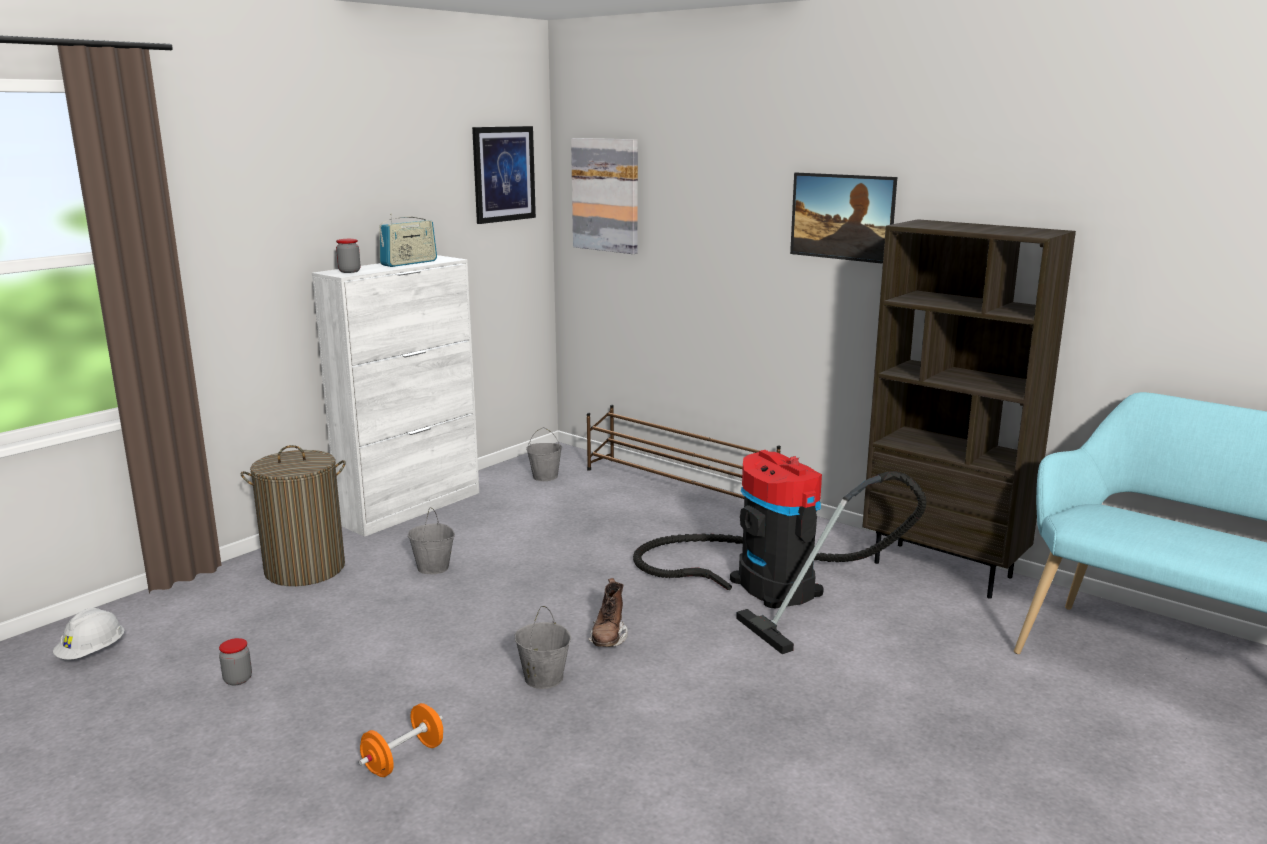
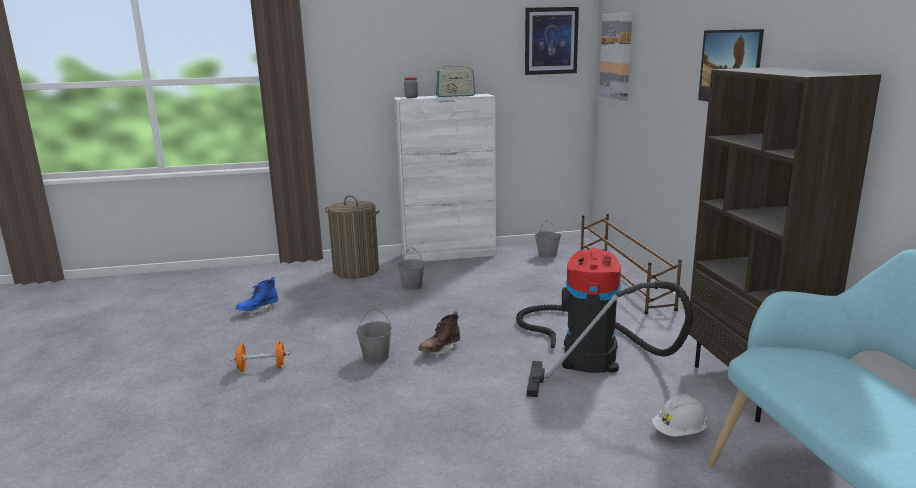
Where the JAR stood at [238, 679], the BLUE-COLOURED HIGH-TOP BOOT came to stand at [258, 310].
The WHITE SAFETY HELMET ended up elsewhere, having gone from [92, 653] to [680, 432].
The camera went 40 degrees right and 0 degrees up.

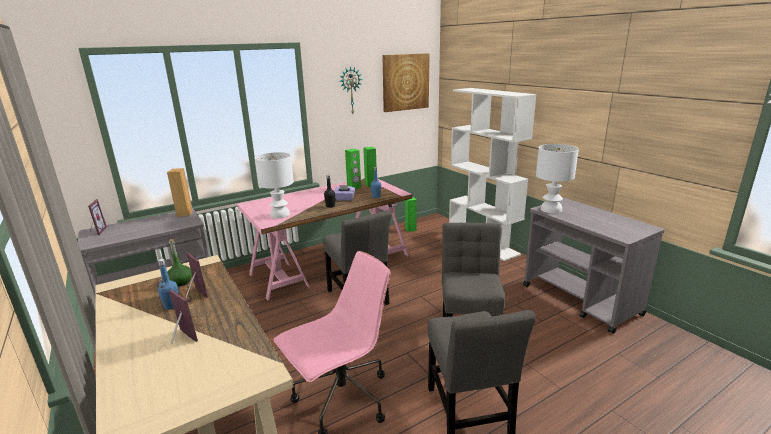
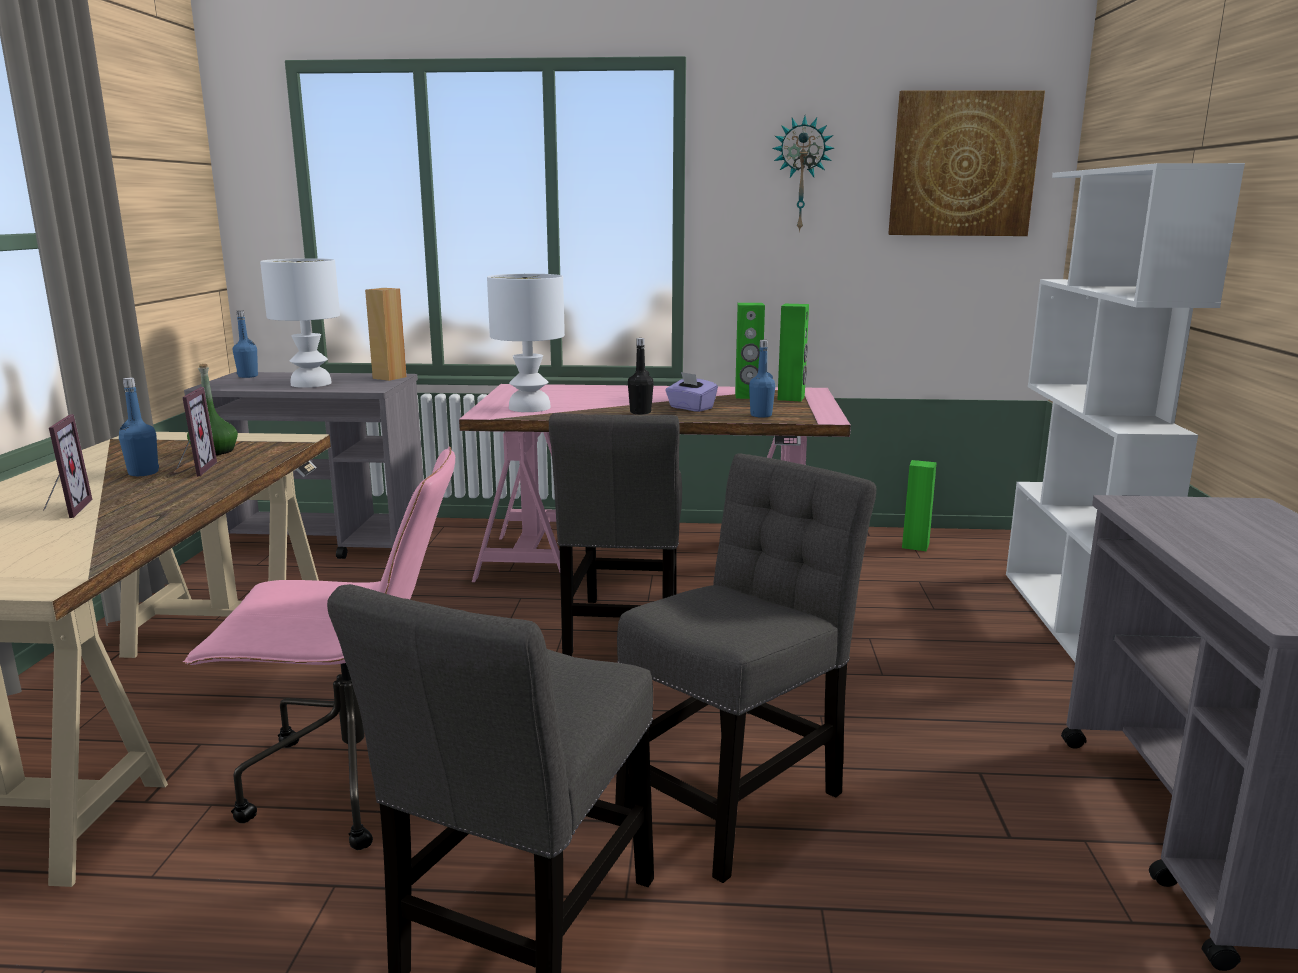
Where the PICTURE FRAME stood at [96, 231], the BLUE-COLOURED BEVERAGE BOTTLE came to stand at [248, 376].
The WHITE TABLETOP LAMP ended up elsewhere, having gone from [550, 210] to [310, 384].
The camera went 35 degrees right and 5 degrees down.

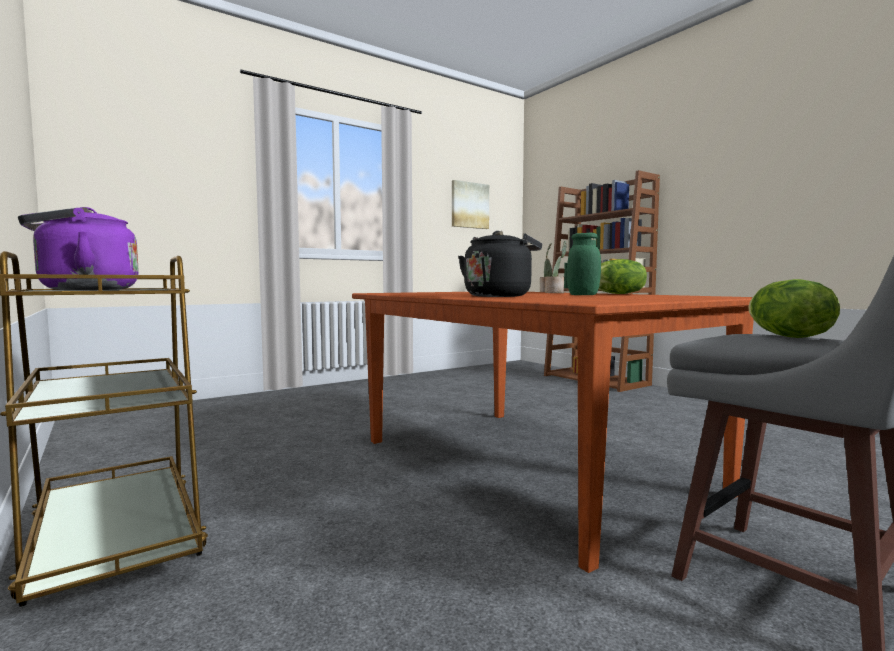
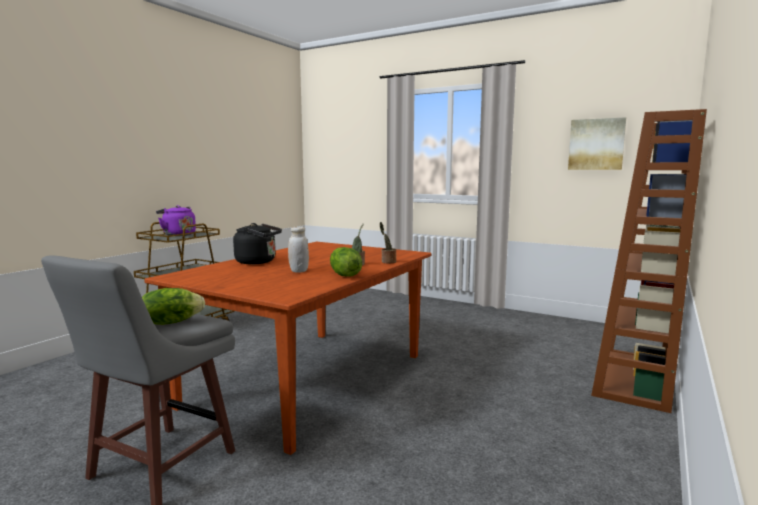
What was the GREEN-COLOURED JAR at [583, 295] turned into the WHITE JAR at [299, 271].
The camera went 65 degrees right and 5 degrees up.

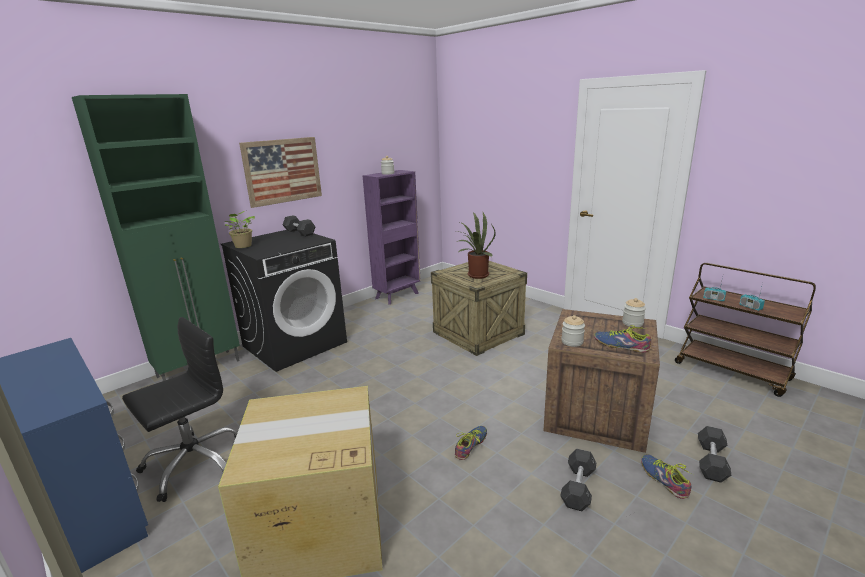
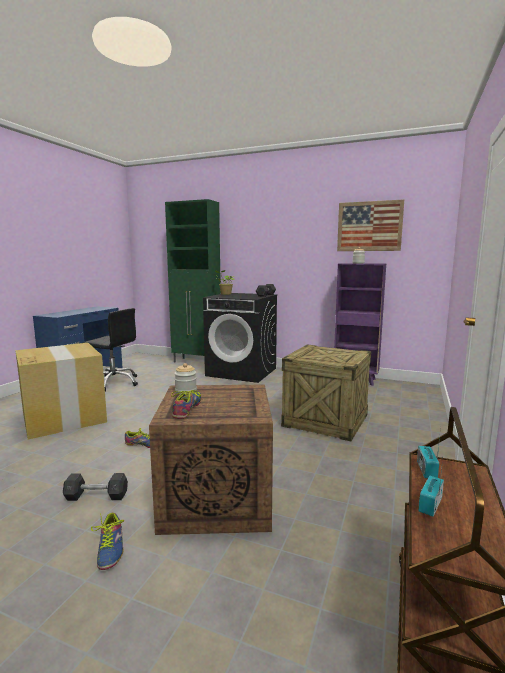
The SHOE at [663, 479] ended up facing another way, 120 degrees clockwise from before.
The WALL PICTURE ended up elsewhere, having gone from [282, 171] to [369, 226].
The second view lost the PLANT IN A POT at [475, 275].
The second view lost the JAR at [632, 323].
The second view lost the GRAY DUMBBELL at [711, 462].
The camera went 65 degrees right and 10 degrees down.

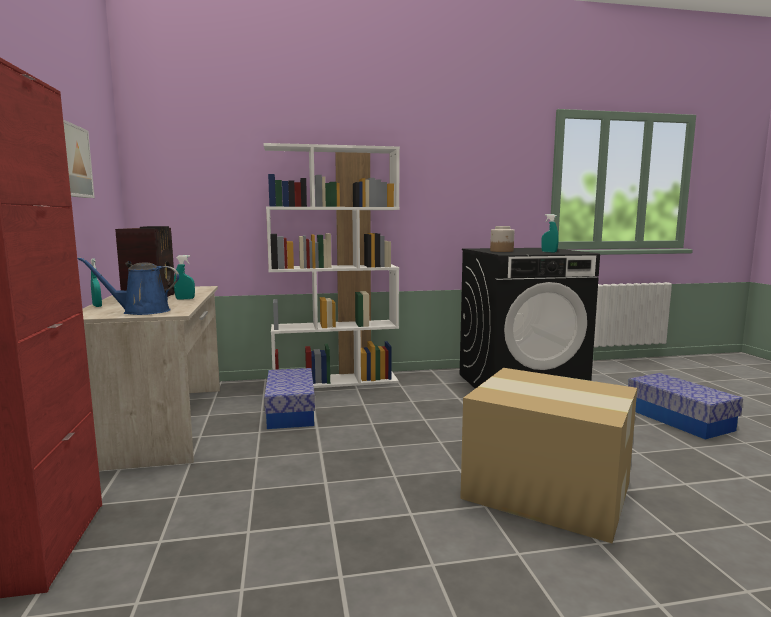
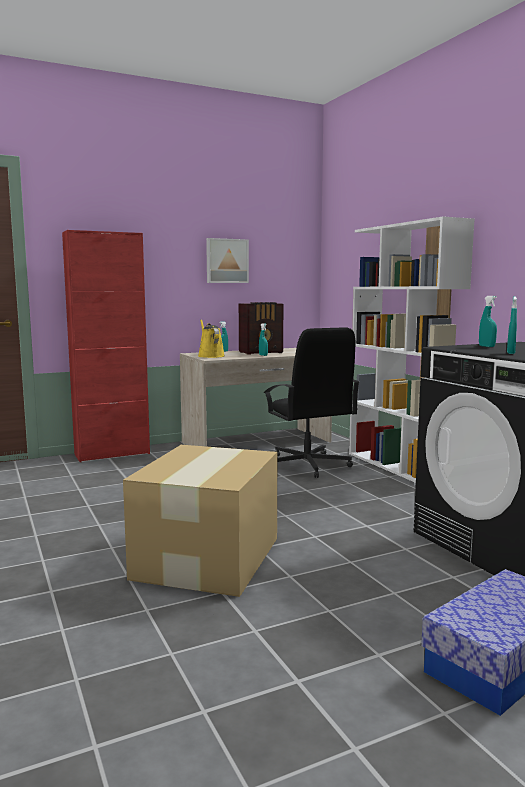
What was the BLUE-COLOURED WATERING POT at [141, 311] turned into the YELLOWISH WATERING POT at [210, 356].
Where the STORAGE BOX stood at [290, 411], the BLACK-COLOURED COMPUTER CHAIR came to stand at [307, 465].
Where the JAR stood at [502, 251], the BLUE-GREEN HAND SPRAYER came to stand at [486, 346].
The camera went 75 degrees right and 0 degrees up.

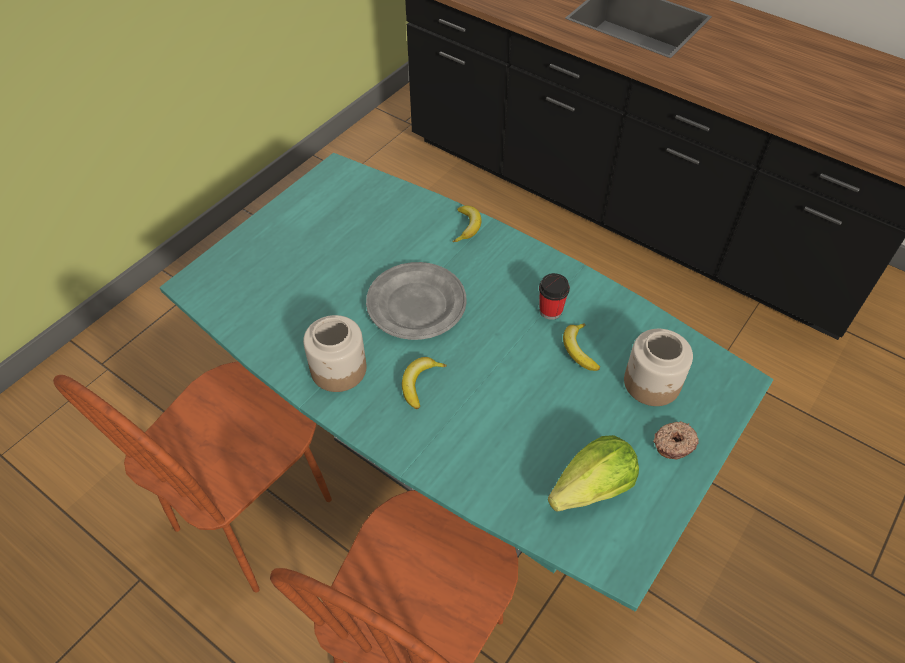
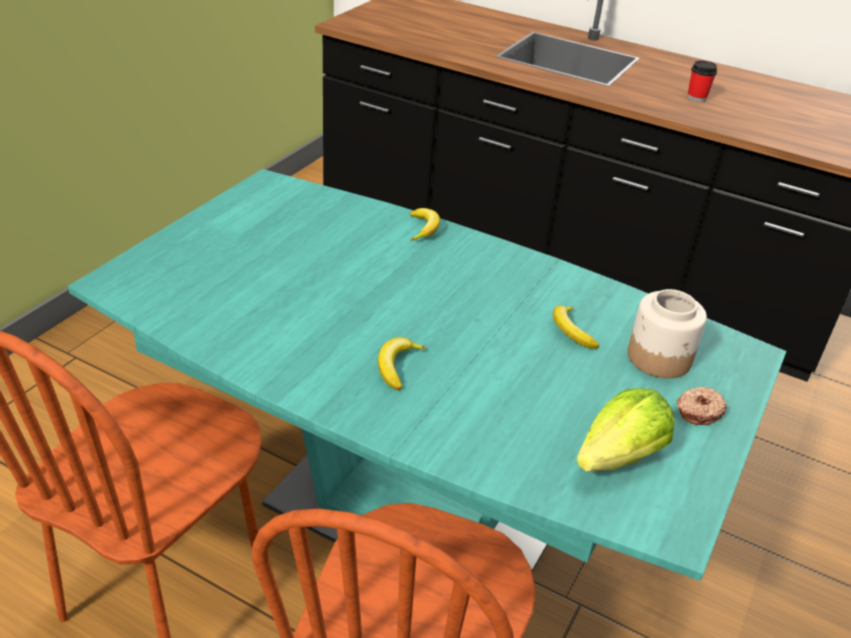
The DRINKING CUP ended up elsewhere, having gone from [550, 310] to [696, 98].
The second view lost the JAR at [339, 369].
The second view lost the GRAY PLATE at [415, 304].
The camera went 10 degrees left and 15 degrees down.

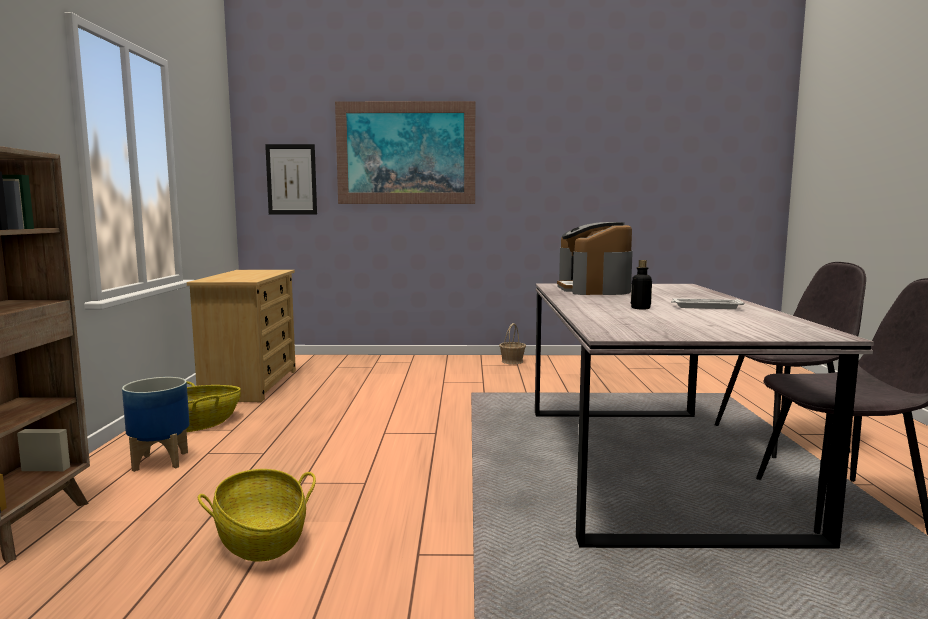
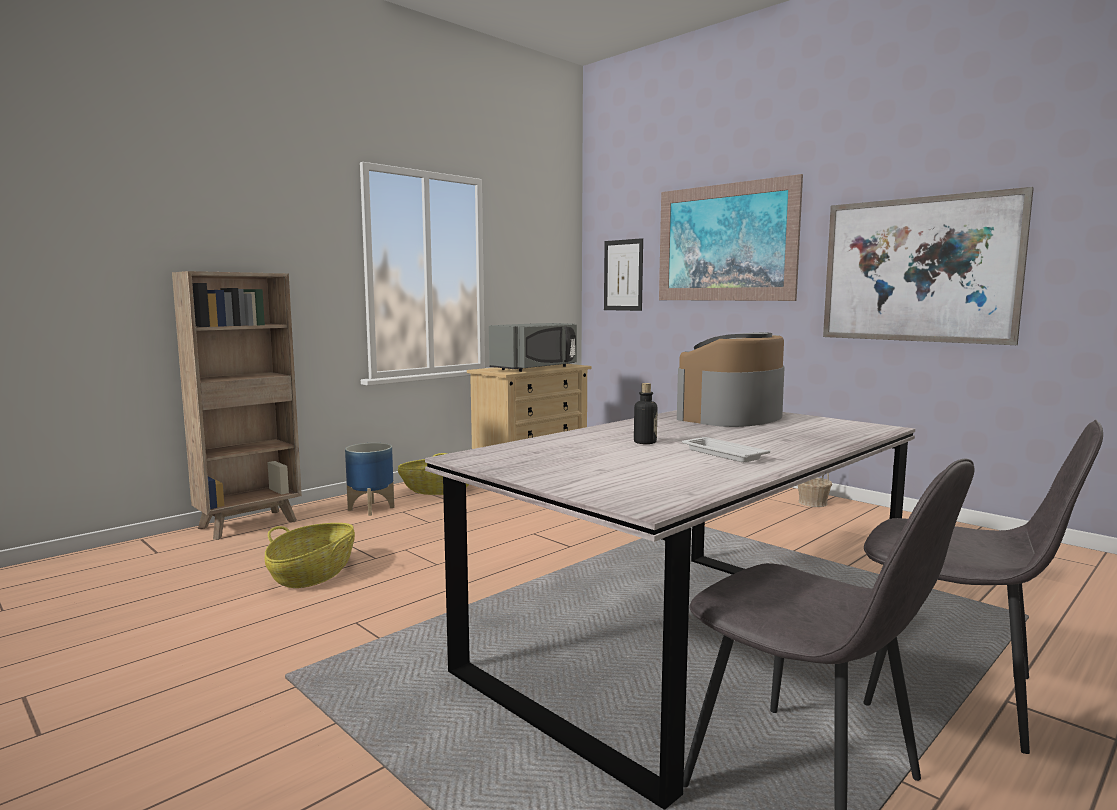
The second view gained the GRAY MICROWAVE at [536, 368].
The second view gained the WALL PICTURE at [917, 270].
The camera went 45 degrees right and 0 degrees up.

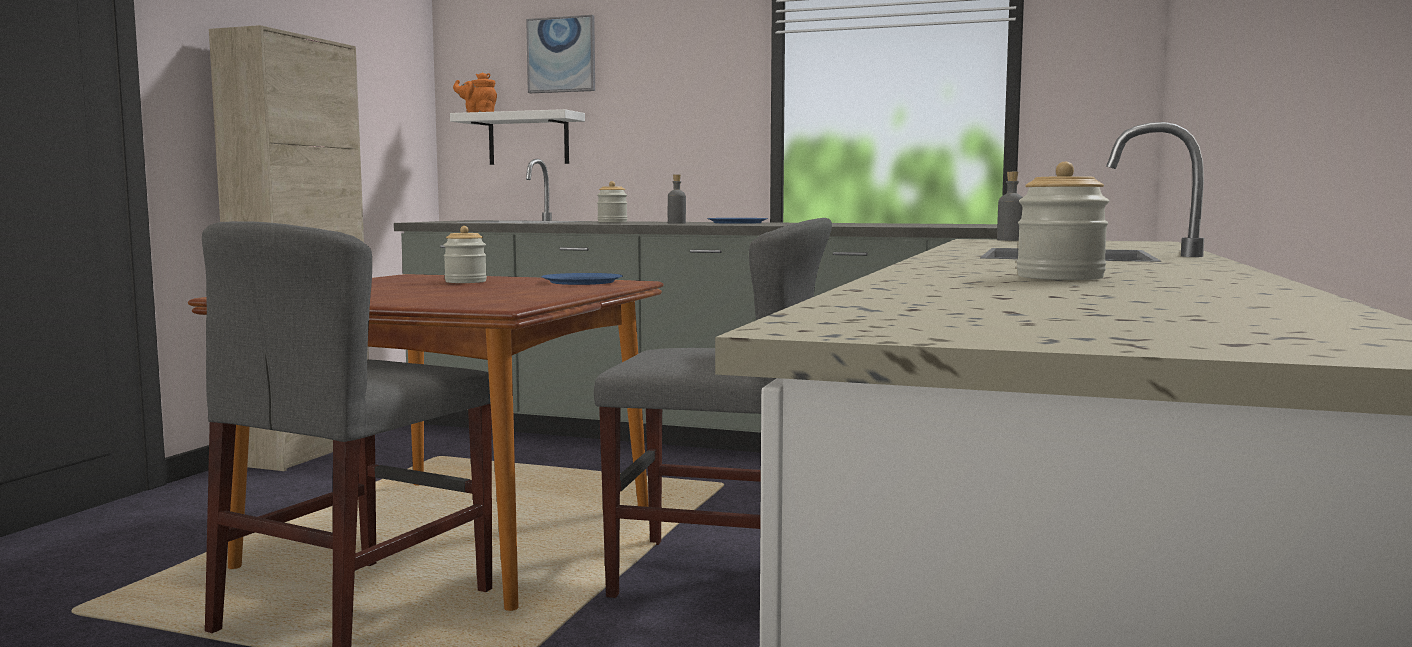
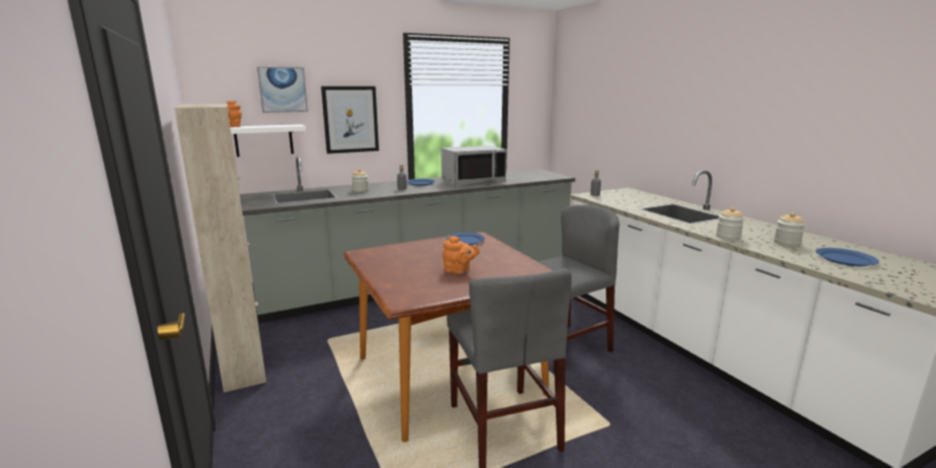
The second view gained the WALL PICTURE at [350, 119].
The second view gained the GRAY MICROWAVE at [473, 182].
The second view gained the ORANGE-COLOURED TEA POT at [459, 271].
The JAR ended up elsewhere, having gone from [465, 282] to [728, 237].
The second view gained the BLUE-COLOURED PLATE at [846, 259].
The camera went 45 degrees left and 10 degrees up.

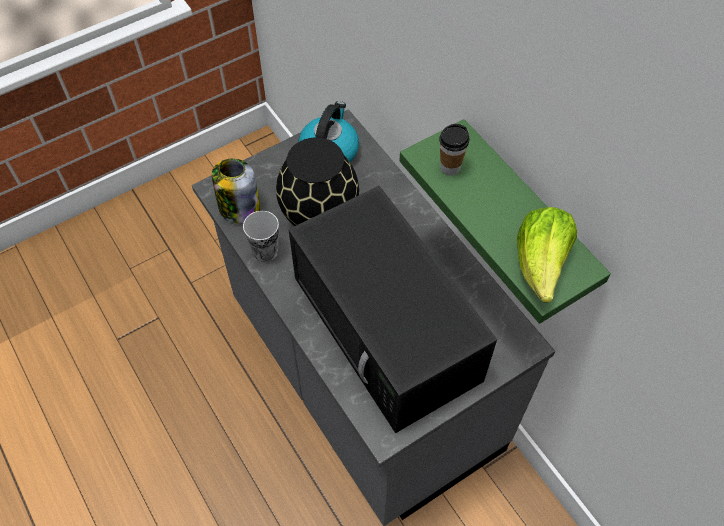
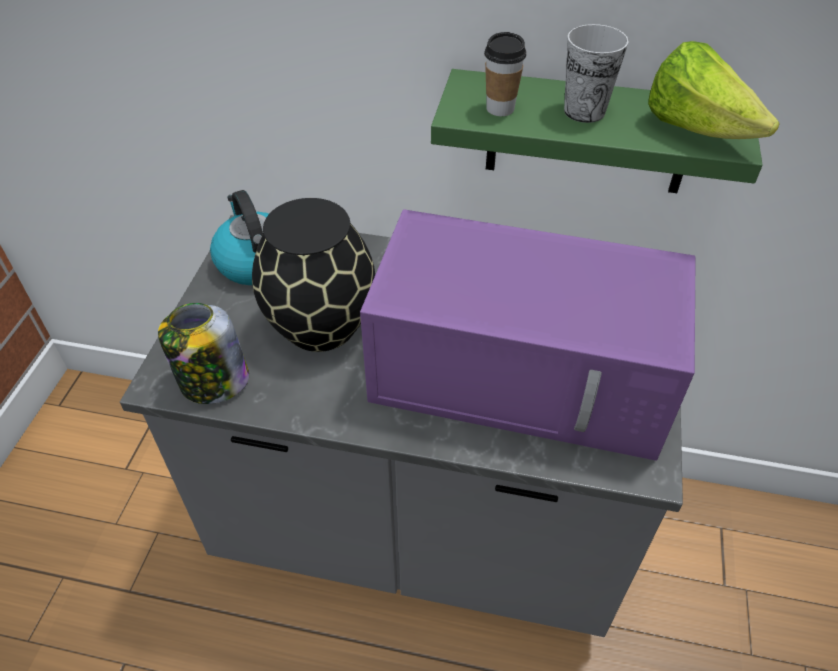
What was the BLACK-COLOURED MICROWAVE at [388, 329] turned into the PURPLE MICROWAVE at [524, 373].
The DRINKING CUP ended up elsewhere, having gone from [265, 251] to [584, 111].
The camera went 45 degrees left and 10 degrees down.

